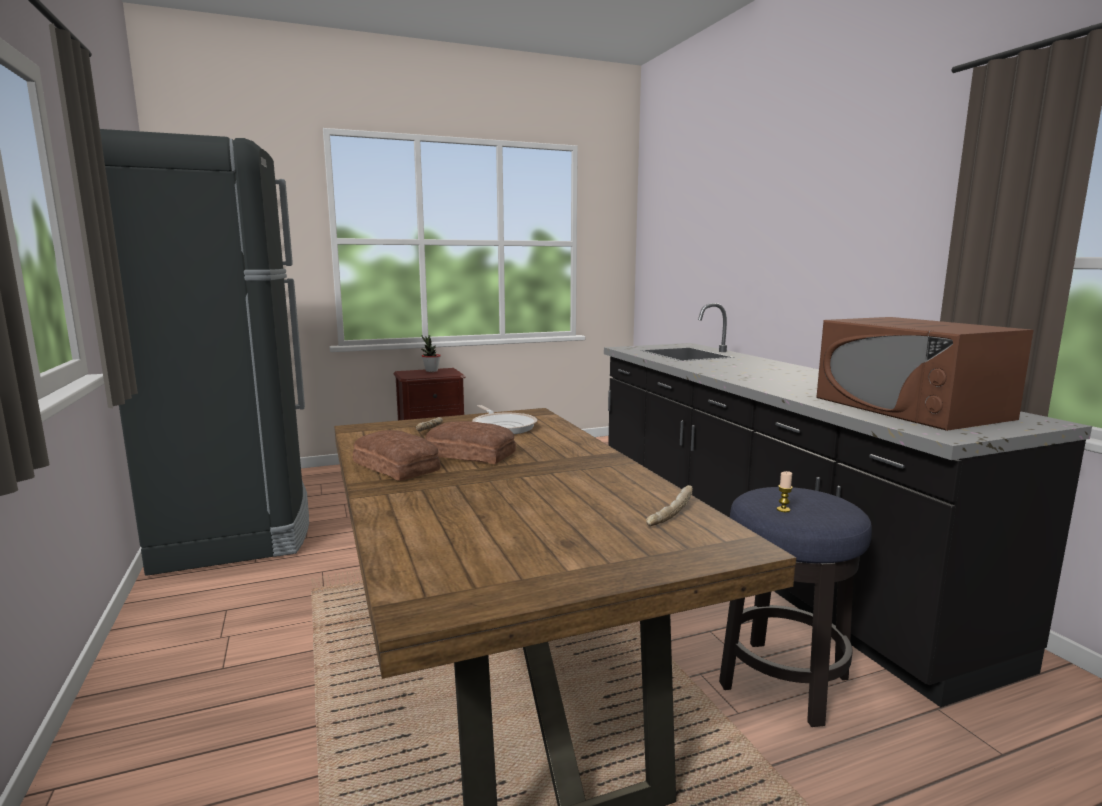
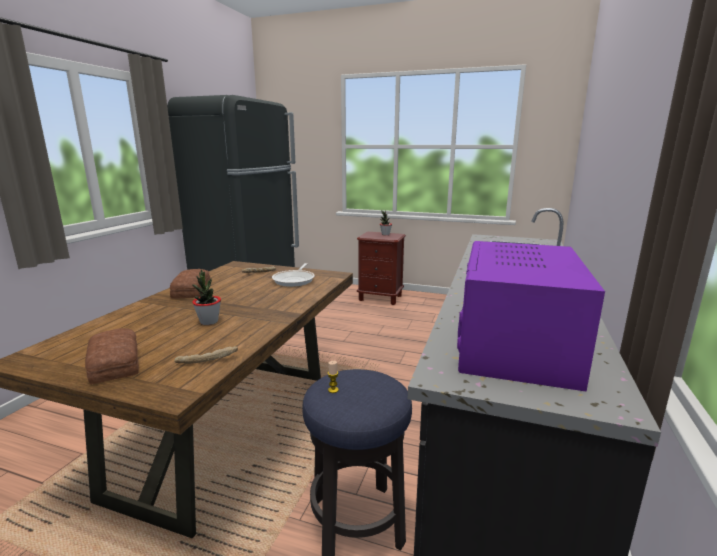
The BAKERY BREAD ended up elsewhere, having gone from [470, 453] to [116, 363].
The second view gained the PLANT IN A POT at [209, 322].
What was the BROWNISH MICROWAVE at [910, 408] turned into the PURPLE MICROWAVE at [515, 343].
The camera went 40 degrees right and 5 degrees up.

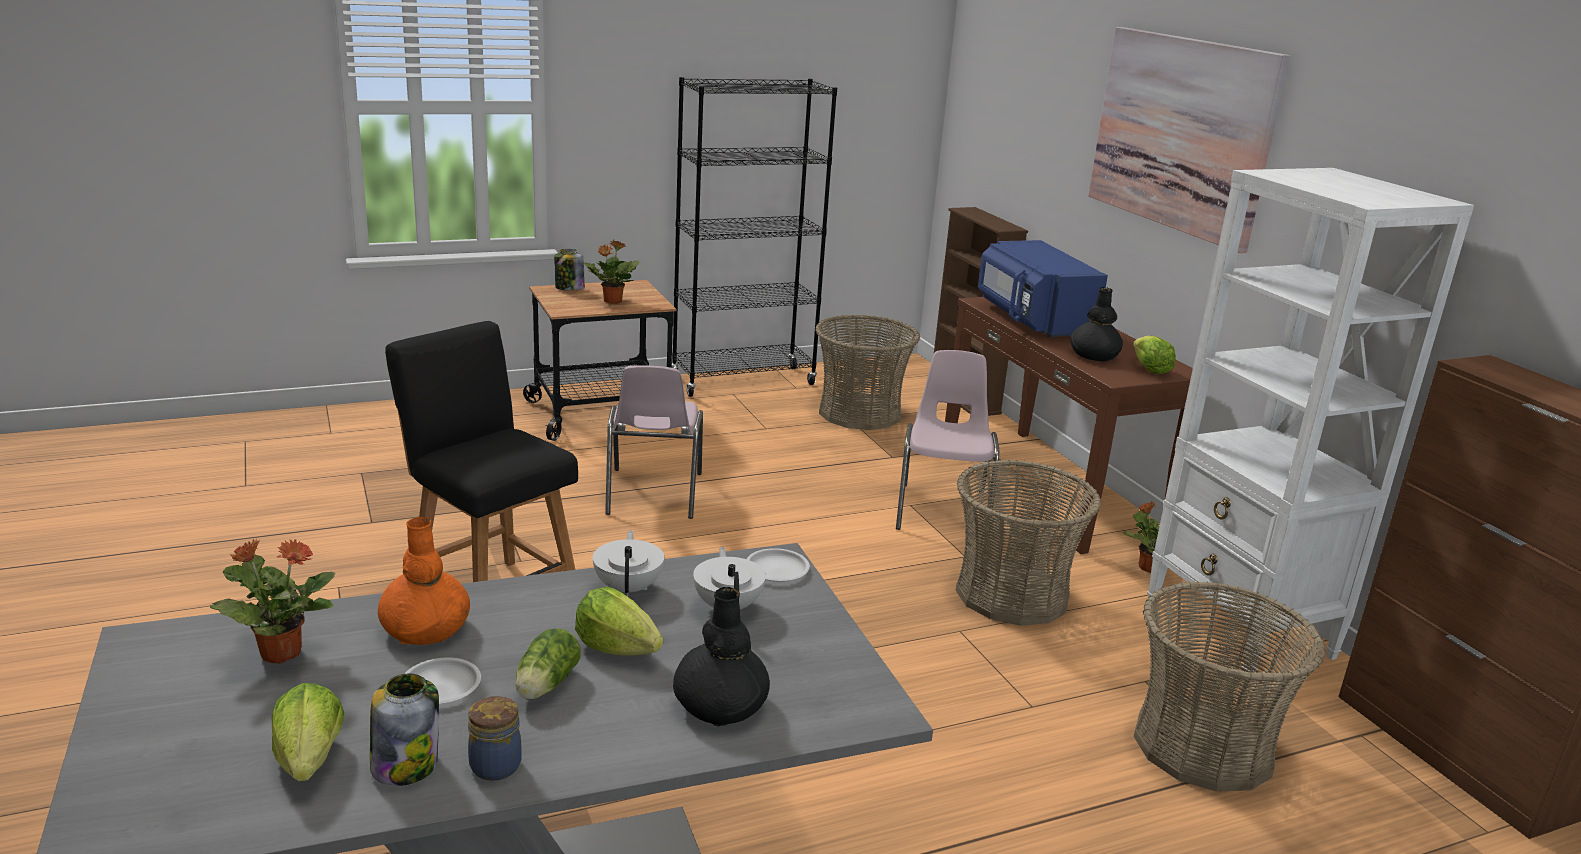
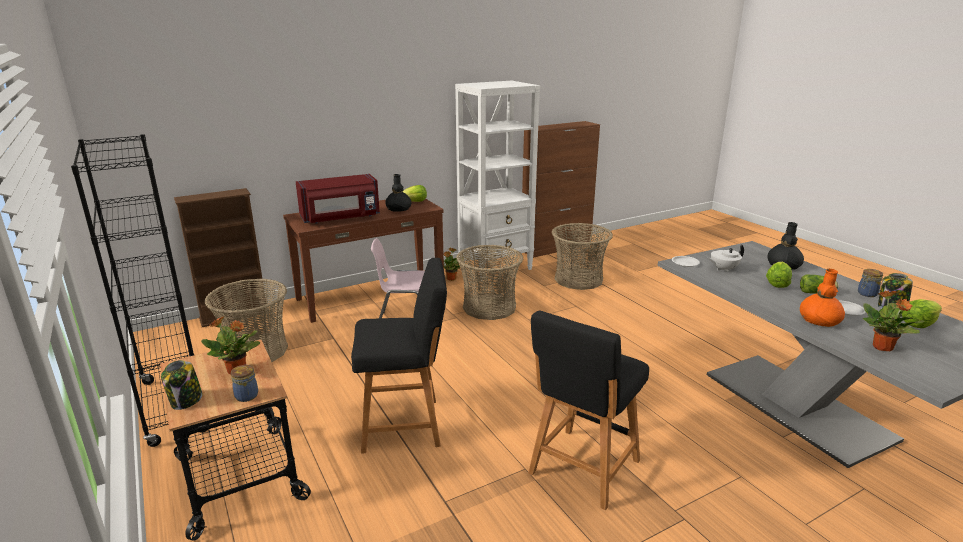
The second view gained the JAR at [247, 395].
What was the BLUE-COLOURED MICROWAVE at [1032, 320] turned into the RED-COLOURED MICROWAVE at [341, 218].
Where the PINK UPRIGHT CHAIR stood at [652, 494], the BLACK-COLOURED STOOL came to stand at [406, 425].
The second view lost the WHITE TEA POT at [629, 588].
The second view lost the WALL PICTURE at [1181, 133].
The camera went 95 degrees left and 0 degrees up.

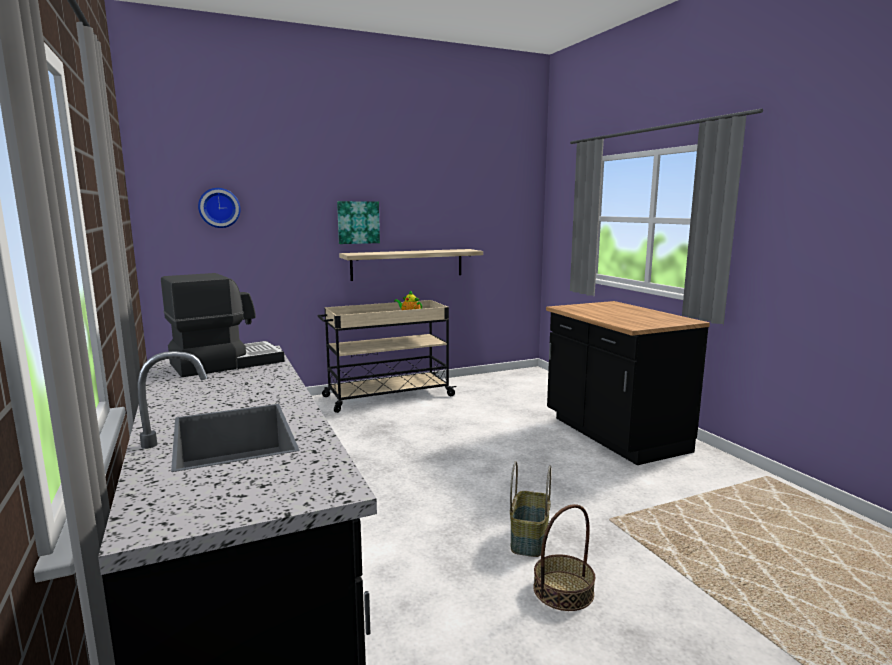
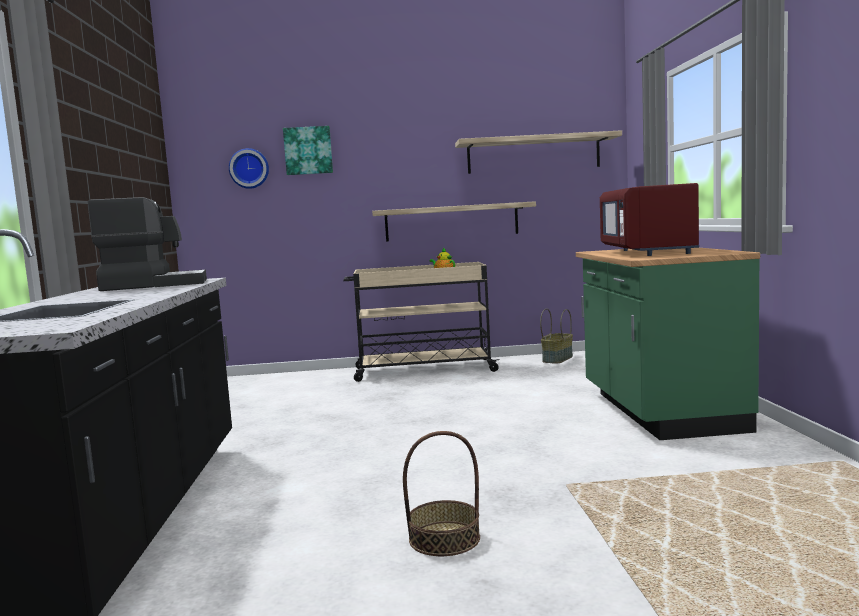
The WALL PICTURE ended up elsewhere, having gone from [358, 222] to [308, 150].
The second view gained the BRACKET SHELF at [533, 154].
The BASKET ended up elsewhere, having gone from [528, 538] to [557, 359].
What was the BLACK-COLOURED COUNTER at [613, 435] turned into the GREEN-COLOURED COUNTER at [659, 412].
The second view gained the RED-COLOURED MICROWAVE at [647, 252].
The camera went 20 degrees right and 5 degrees down.

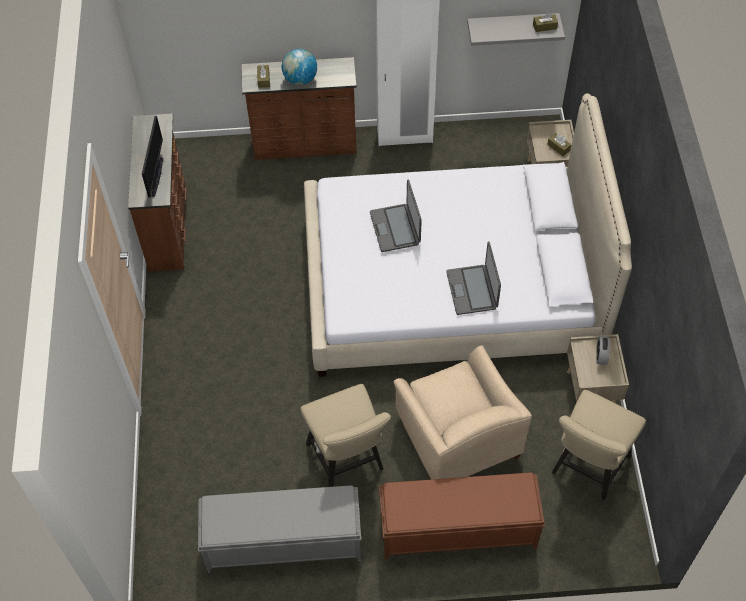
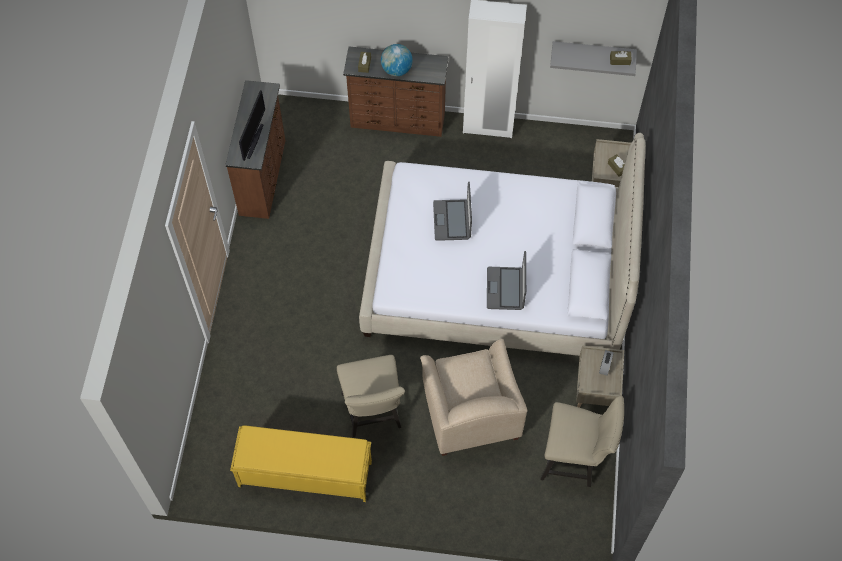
What was the GRAY LONG SEAT at [282, 542] turned into the YELLOWISH LONG SEAT at [304, 473].
The BEIGE-COLOURED UPRIGHT CHAIR at [587, 468] ended up facing another way, 120 degrees counterclockwise from before.
The second view lost the BROWNISH LONG SEAT at [456, 530].
The camera went 10 degrees right and 5 degrees up.

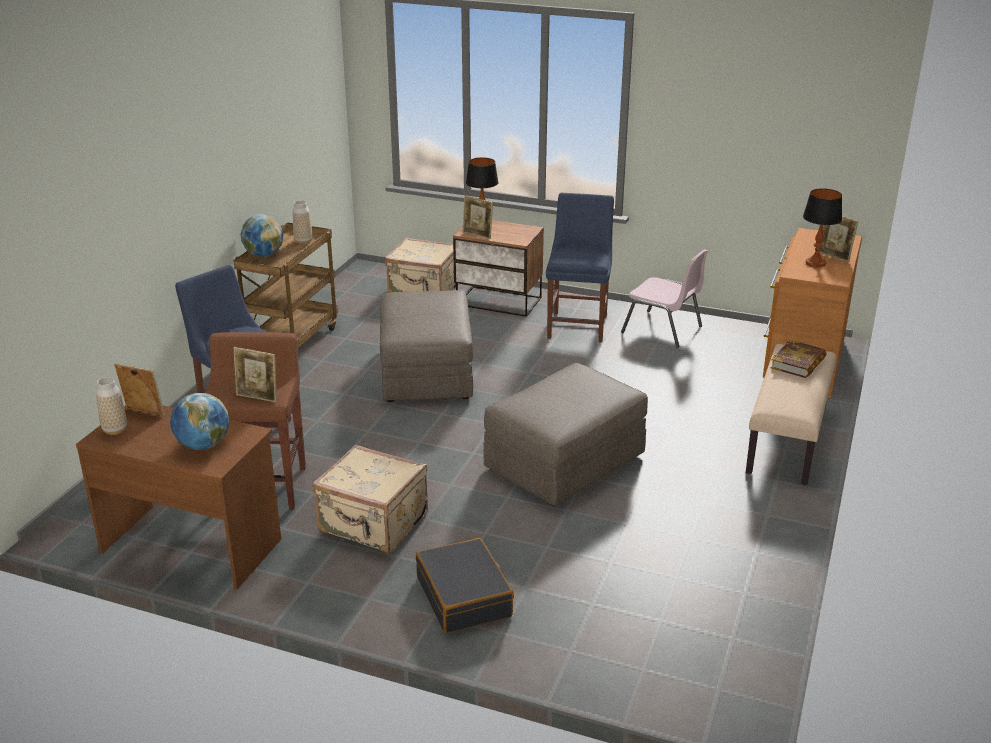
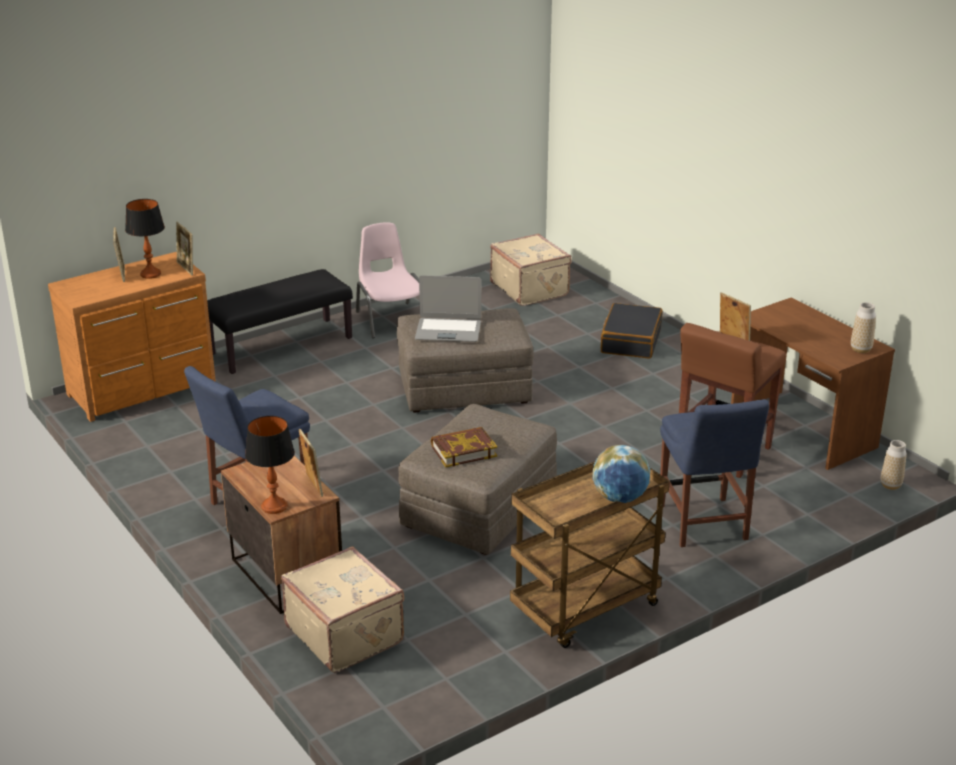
The PICTURE FRAME ended up elsewhere, having gone from [143, 412] to [186, 268].
What was the BEIGE-COLOURED LONG SEAT at [788, 439] turned into the BLACK-COLOURED LONG SEAT at [281, 345].
The PINK UPRIGHT CHAIR ended up elsewhere, having gone from [663, 330] to [391, 319].
The second view gained the NOTEBOOK COMPUTER at [448, 331].
The BOUND BOOK ended up elsewhere, having gone from [798, 363] to [463, 451].
The BEIGE-COLOURED TRAVEL CASE ended up elsewhere, having gone from [373, 524] to [530, 289].
The FLOWER VASE ended up elsewhere, having gone from [303, 241] to [890, 485].
The second view lost the GLOBE at [203, 445].
The camera went 145 degrees left and 0 degrees up.

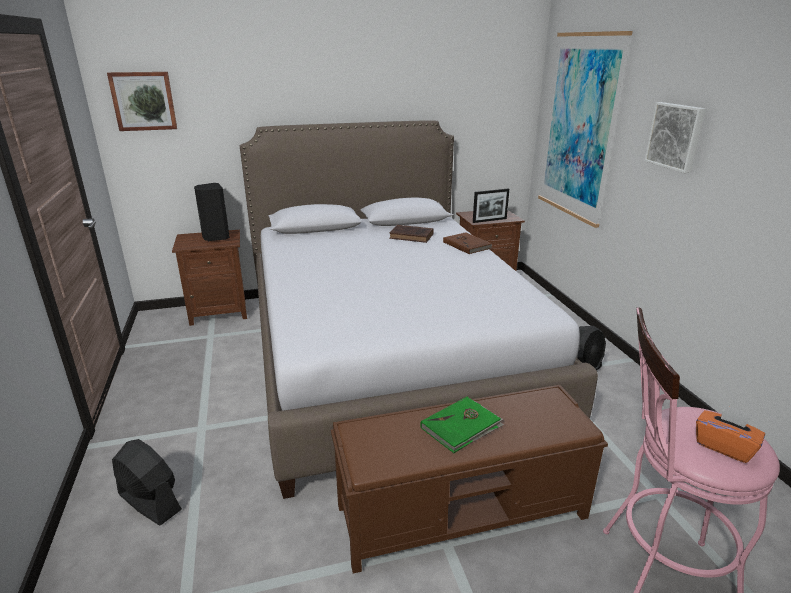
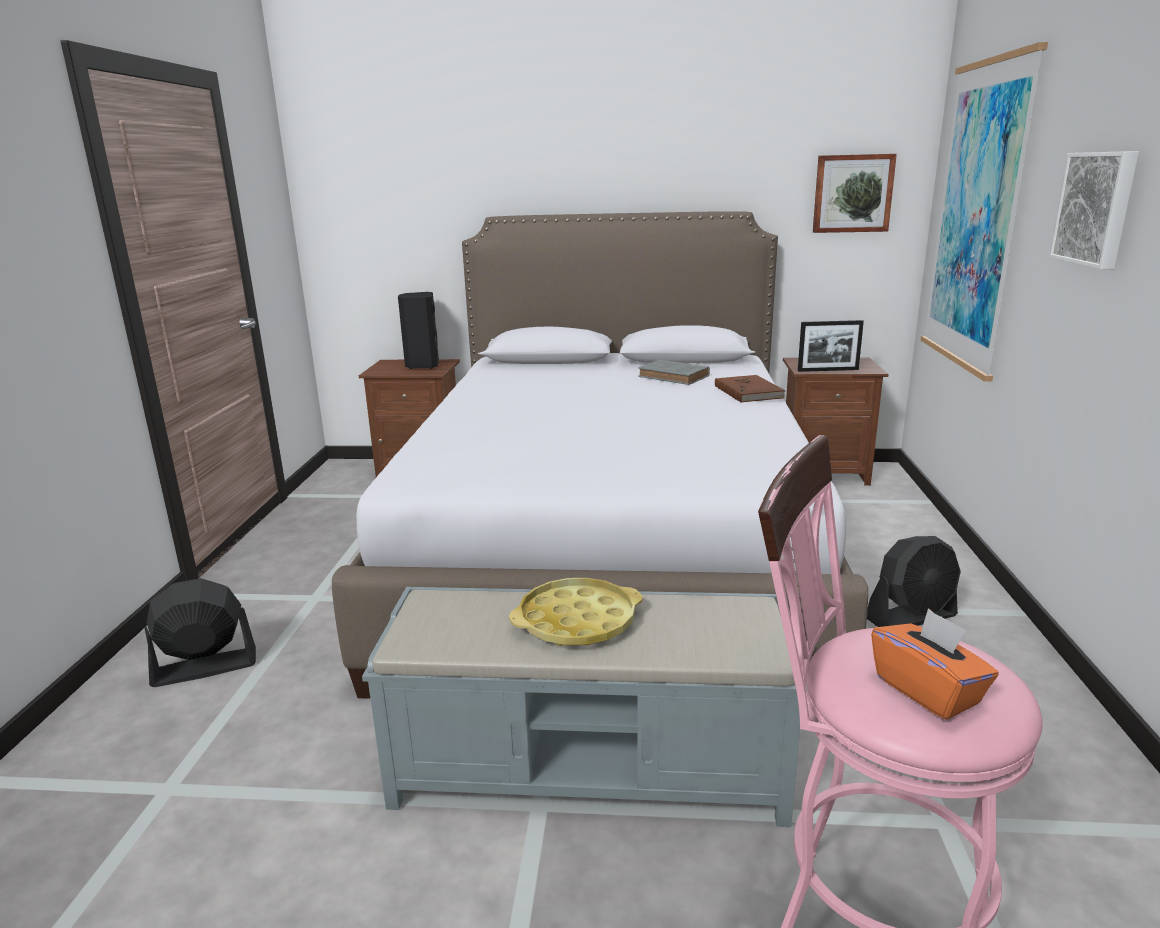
The BLACK-COLOURED COOLING FAN at [149, 502] ended up facing another way, 75 degrees counterclockwise from before.
What was the BROWNISH LONG SEAT at [463, 511] turned into the GRAY LONG SEAT at [592, 769].
Where the GREEN-COLOURED BOUND BOOK stood at [462, 427], the YELLOWISH SERVING TRAY came to stand at [577, 621].
What was the BROWNISH BOUND BOOK at [412, 236] turned into the GRAY BOUND BOOK at [675, 377].
The WALL PICTURE ended up elsewhere, having gone from [143, 101] to [852, 193].
The camera went 20 degrees right and 5 degrees down.

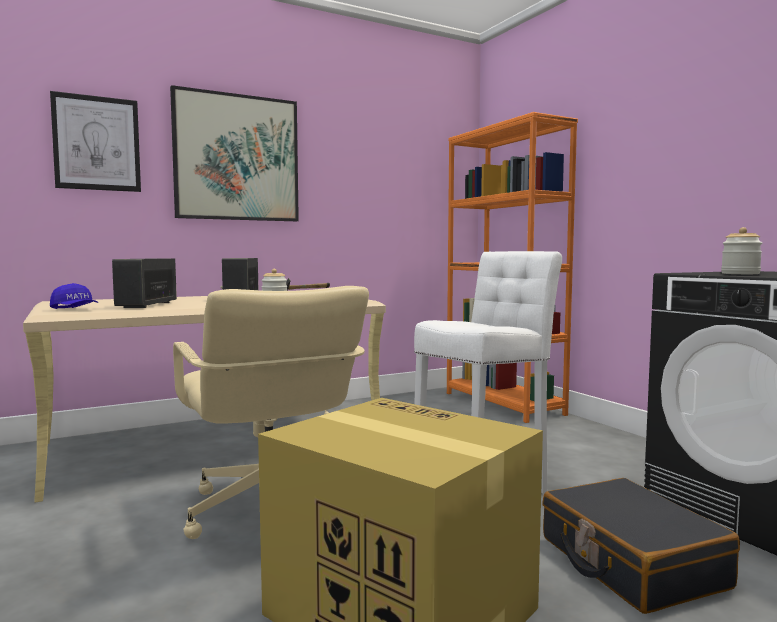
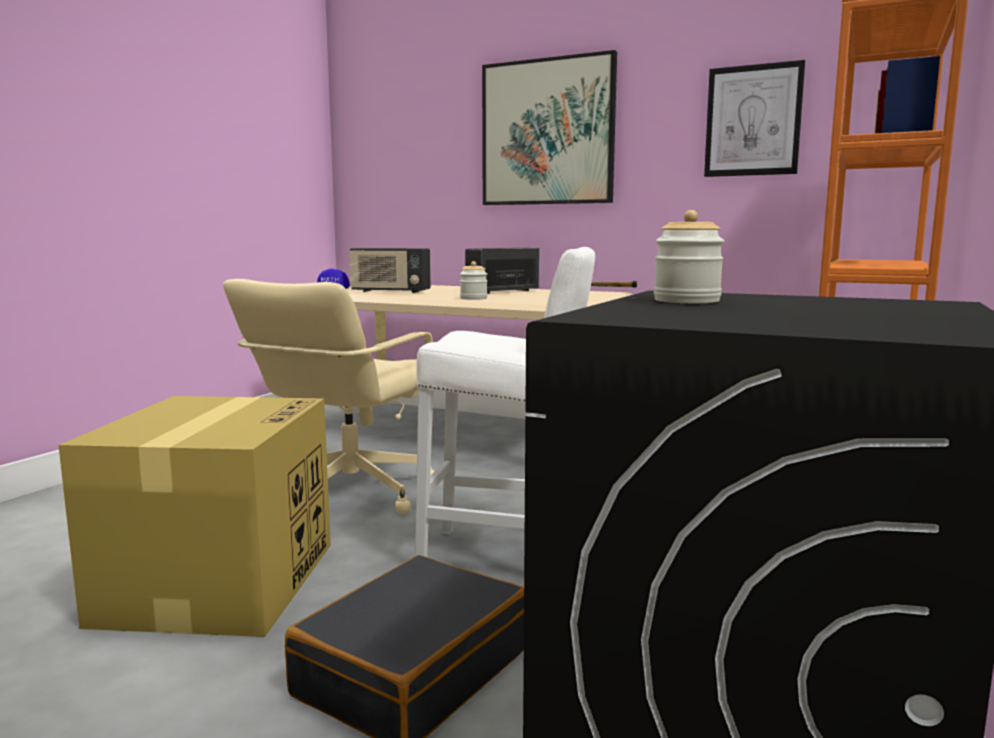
The RADIO at [146, 305] ended up facing another way, 135 degrees counterclockwise from before.
The WALL PICTURE ended up elsewhere, having gone from [97, 143] to [753, 121].
The camera went 55 degrees right and 5 degrees up.

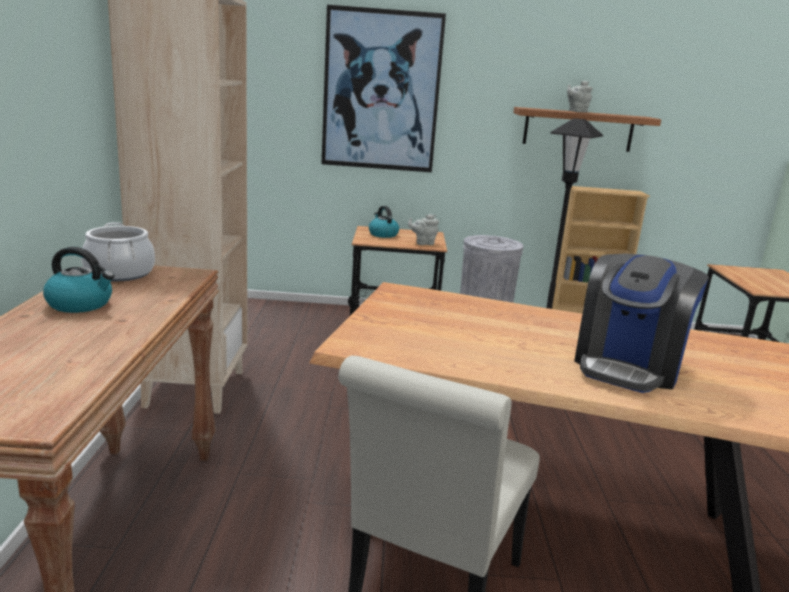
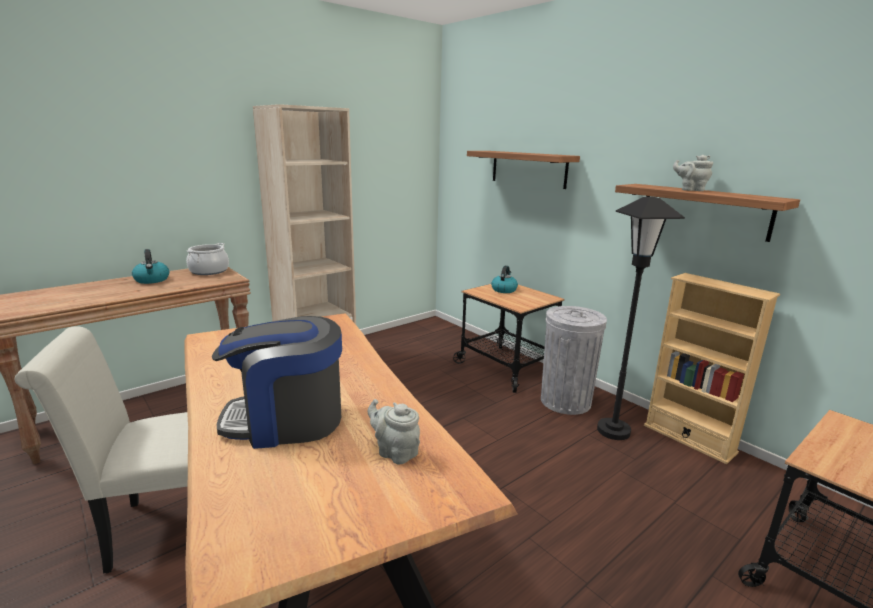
The GRAY TEA POT ended up elsewhere, having gone from [423, 243] to [395, 452].
Where the WALL PICTURE hung at [381, 91], the BRACKET SHELF came to hang at [528, 169].
The camera went 50 degrees right and 0 degrees up.

